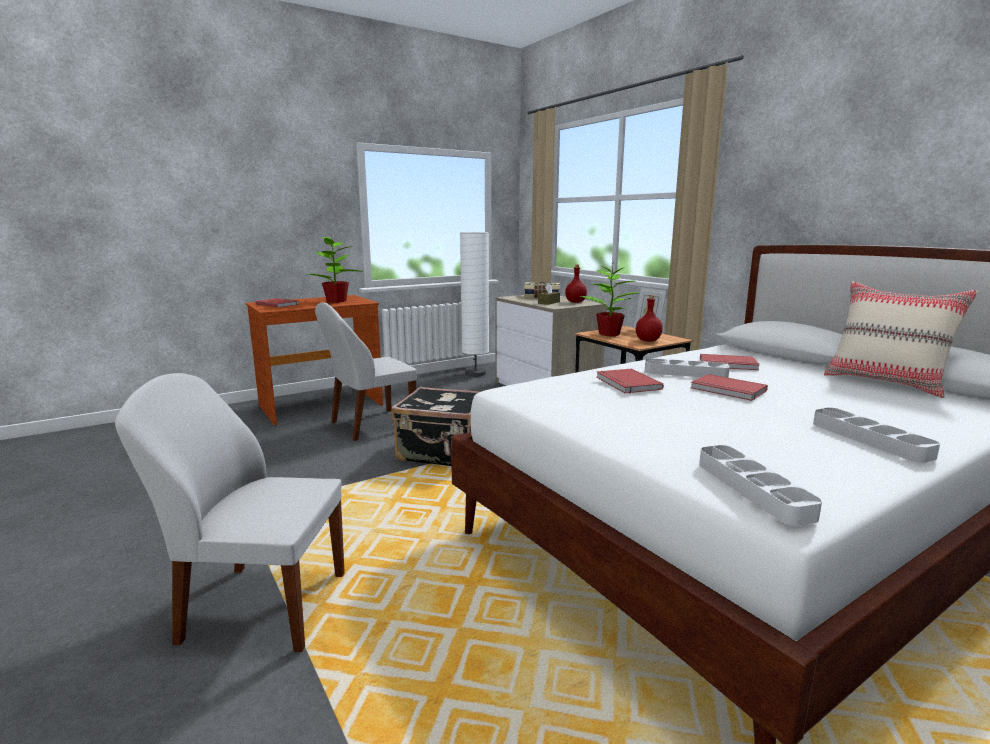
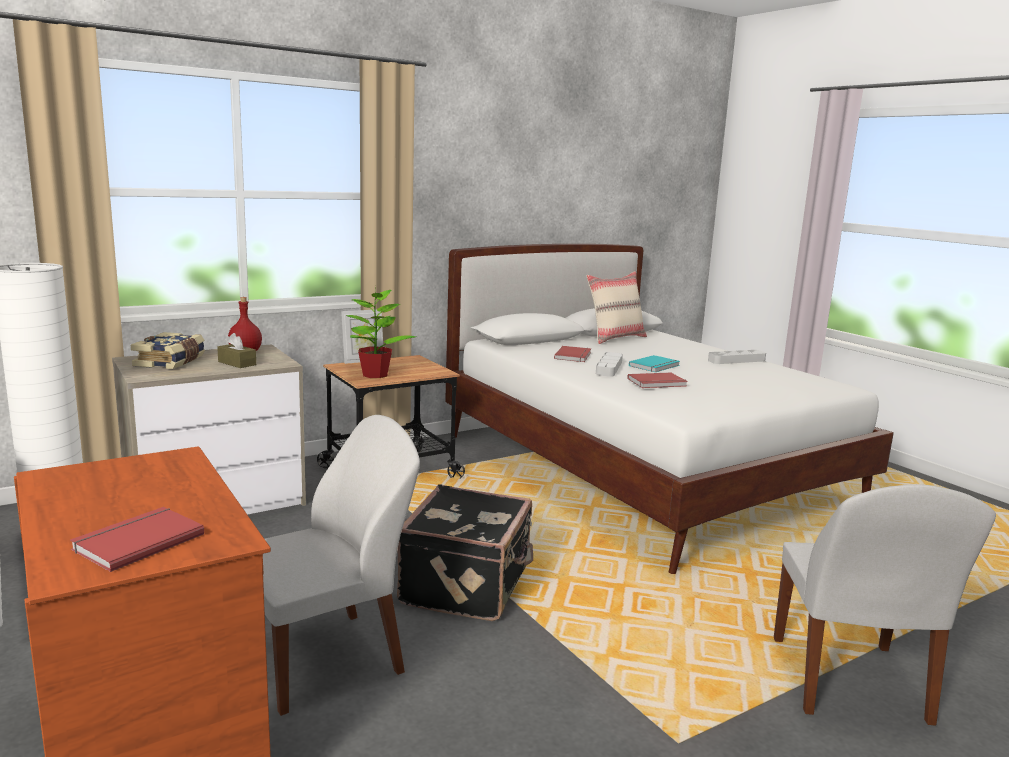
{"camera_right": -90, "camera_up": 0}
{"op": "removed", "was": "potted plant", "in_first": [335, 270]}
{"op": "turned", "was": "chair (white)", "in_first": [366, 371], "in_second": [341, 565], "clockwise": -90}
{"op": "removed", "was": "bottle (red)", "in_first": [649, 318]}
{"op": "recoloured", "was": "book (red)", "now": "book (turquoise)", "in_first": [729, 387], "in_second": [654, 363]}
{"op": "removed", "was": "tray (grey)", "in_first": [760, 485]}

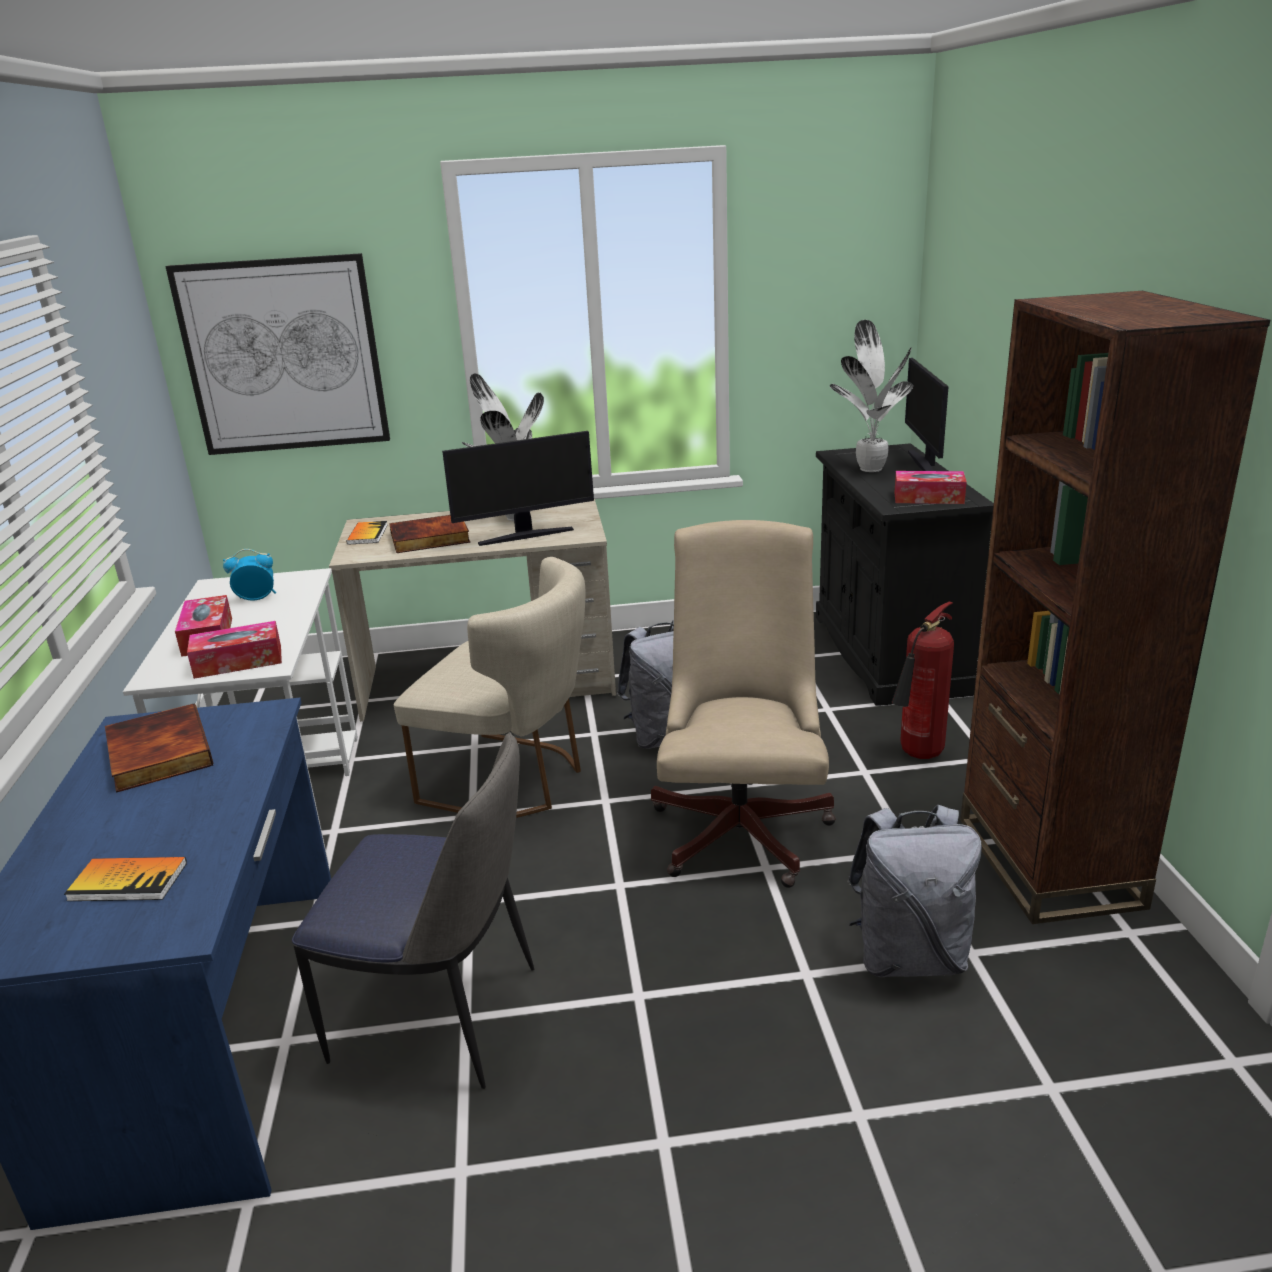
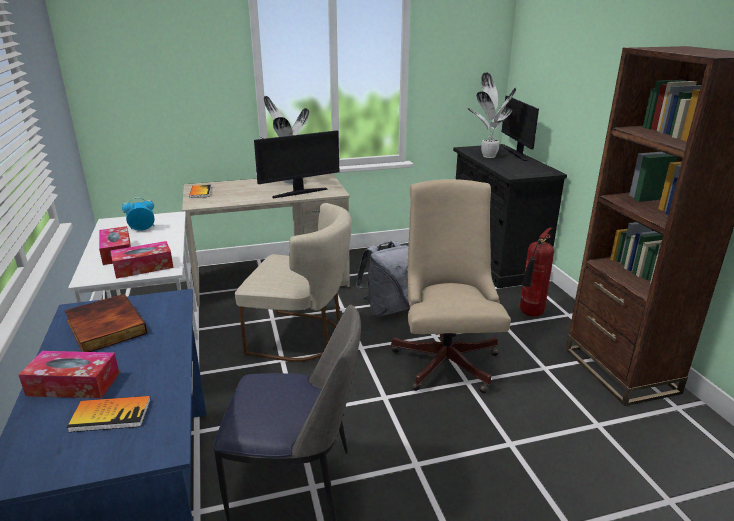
{"camera_right": -10, "camera_up": 0}
{"op": "removed", "was": "picture", "in_first": [277, 354]}
{"op": "removed", "was": "book", "in_first": [429, 534]}
{"op": "removed", "was": "backpack (grey)", "in_first": [914, 891]}
{"op": "moved", "was": "tissue box", "in_first": [931, 487], "in_second": [69, 374]}

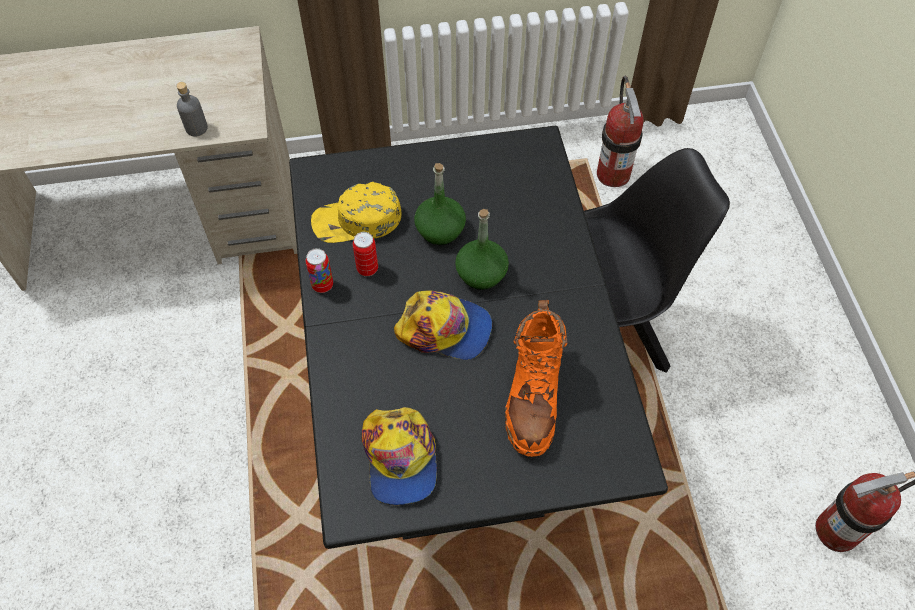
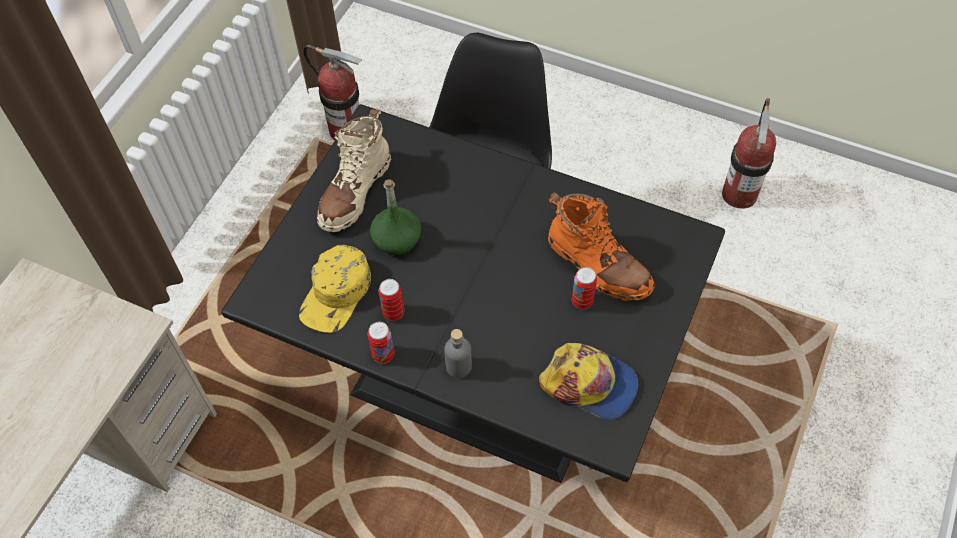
{"camera_right": -55, "camera_up": 0}
{"op": "moved", "was": "bottle (grey)", "in_first": [192, 109], "in_second": [458, 353]}
{"op": "removed", "was": "cap", "in_first": [443, 325]}
{"op": "removed", "was": "bottle (green)", "in_first": [482, 249]}
{"op": "added", "now": "boot (beige)", "in_second": [354, 170]}
{"op": "added", "now": "can", "in_second": [584, 288]}

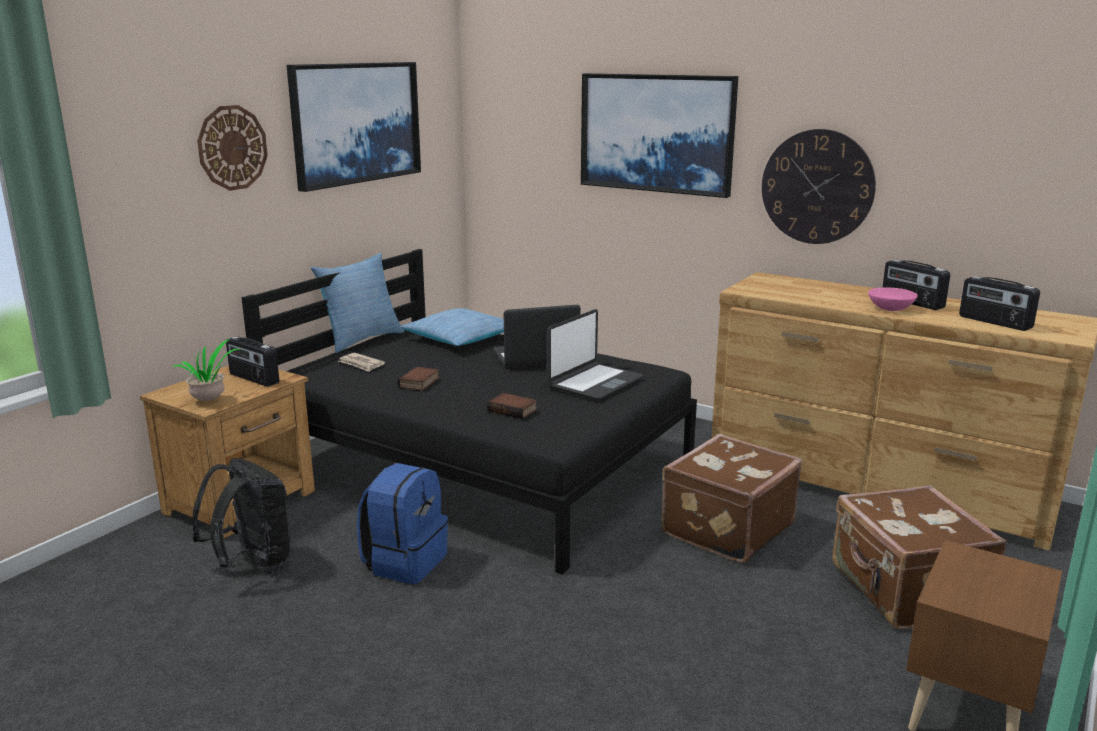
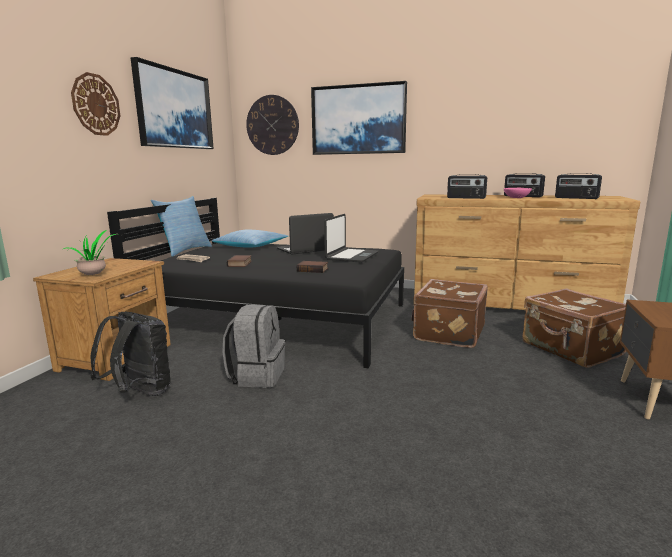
{"camera_right": -15, "camera_up": -5}
{"op": "moved", "was": "radio", "in_first": [252, 361], "in_second": [467, 186]}
{"op": "recoloured", "was": "backpack (blue)", "now": "backpack (grey)", "in_first": [402, 523], "in_second": [253, 346]}
{"op": "moved", "was": "wall clock", "in_first": [819, 186], "in_second": [272, 125]}

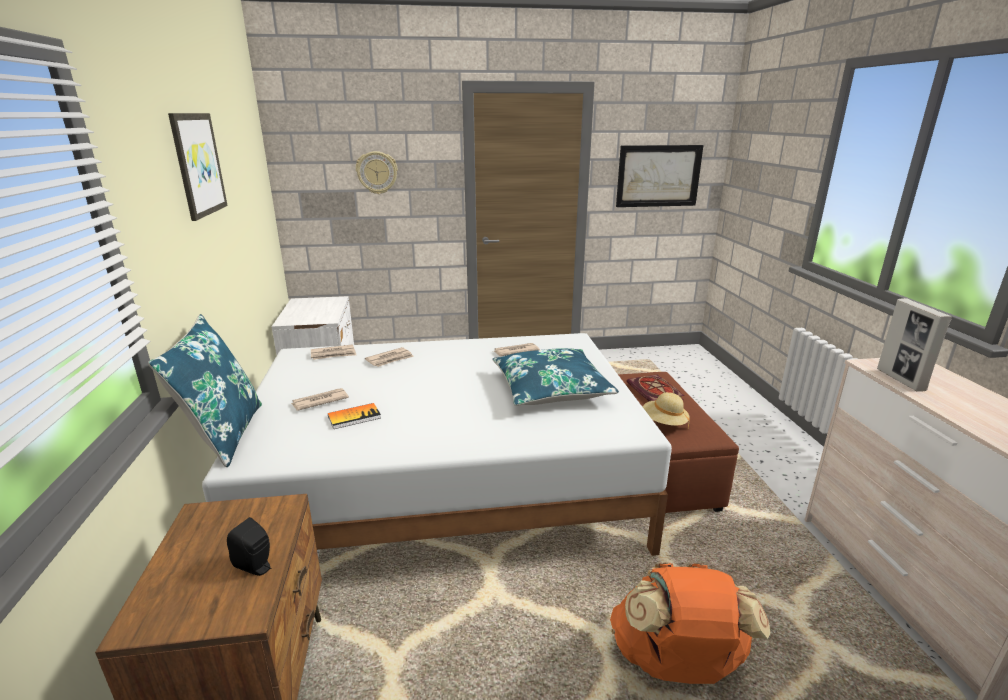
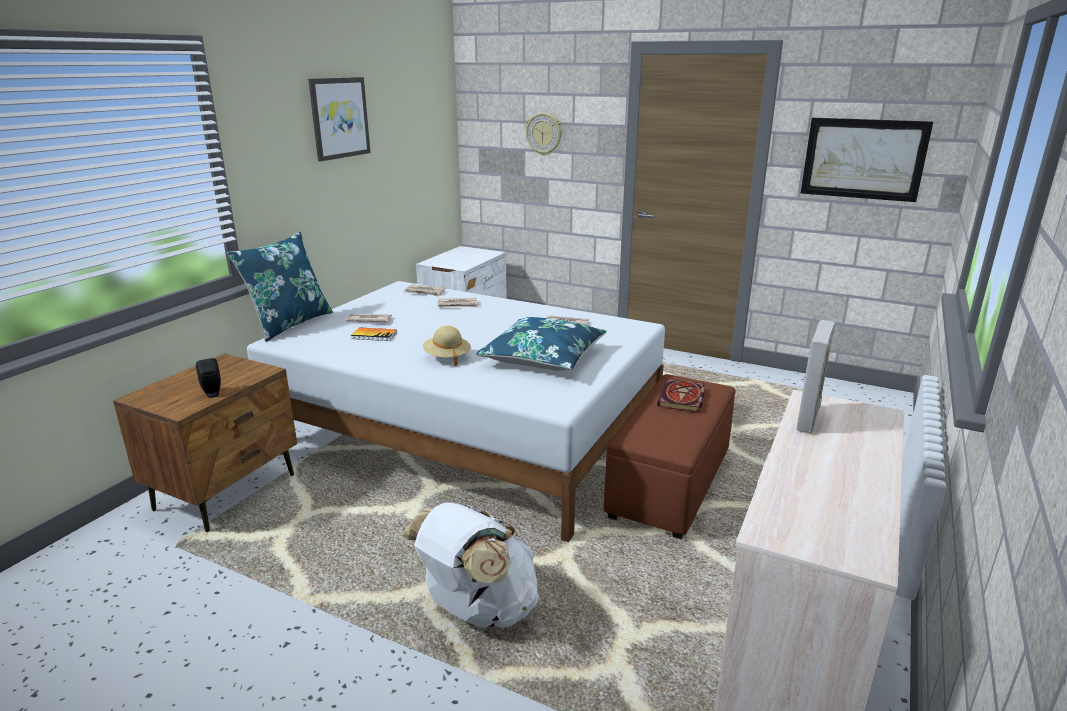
{"camera_right": 35, "camera_up": 0}
{"op": "recoloured", "was": "backpack (orange)", "now": "backpack (white)", "in_first": [690, 623], "in_second": [470, 565]}
{"op": "moved", "was": "hat (beige)", "in_first": [666, 410], "in_second": [447, 346]}

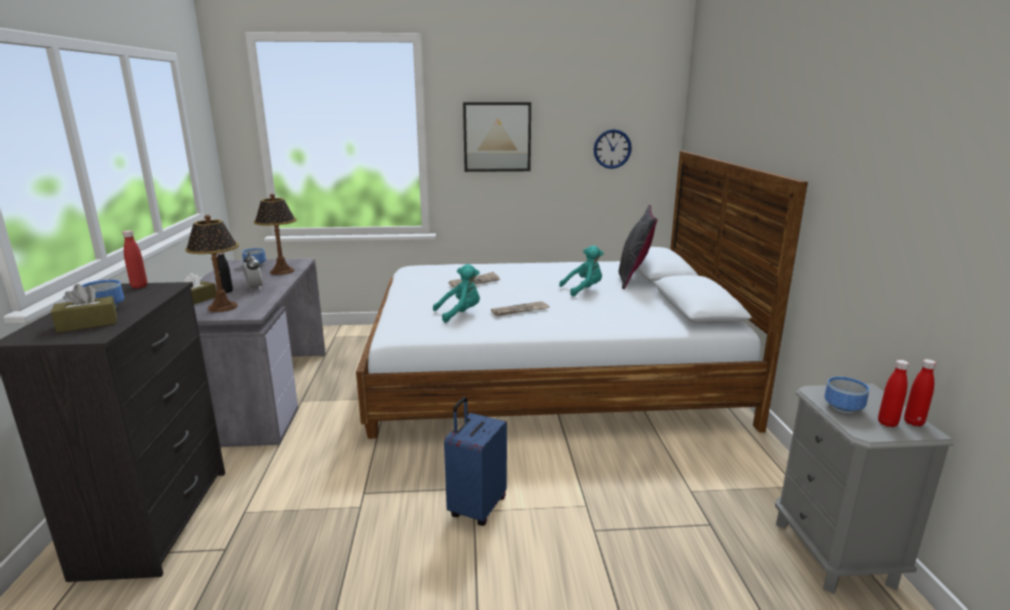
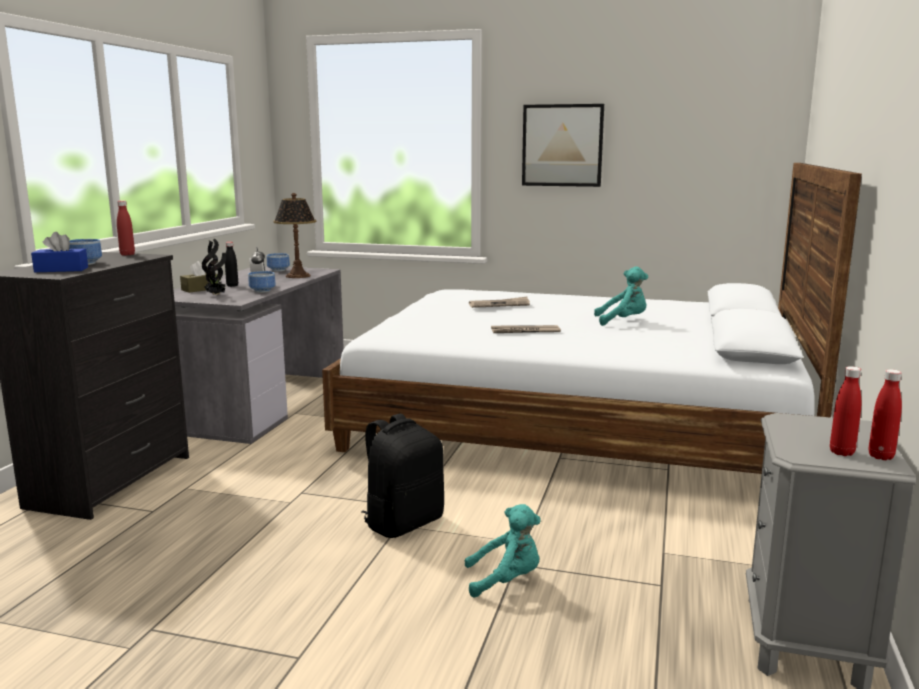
{"camera_right": 20, "camera_up": -5}
{"op": "recoloured", "was": "tissue box (brown)", "now": "tissue box (blue)", "in_first": [84, 308], "in_second": [59, 252]}
{"op": "replaced", "was": "table lamp", "now": "potted plant", "in_first": [212, 263], "in_second": [214, 267]}
{"op": "moved", "was": "plush toy (turquoise)", "in_first": [456, 293], "in_second": [503, 551]}
{"op": "replaced", "was": "suitcase (blue)", "now": "backpack (black)", "in_first": [475, 461], "in_second": [402, 475]}
{"op": "removed", "was": "wall clock", "in_first": [613, 149]}
{"op": "removed", "was": "pillow (grey)", "in_first": [638, 247]}
{"op": "moved", "was": "bowl", "in_first": [846, 395], "in_second": [262, 282]}

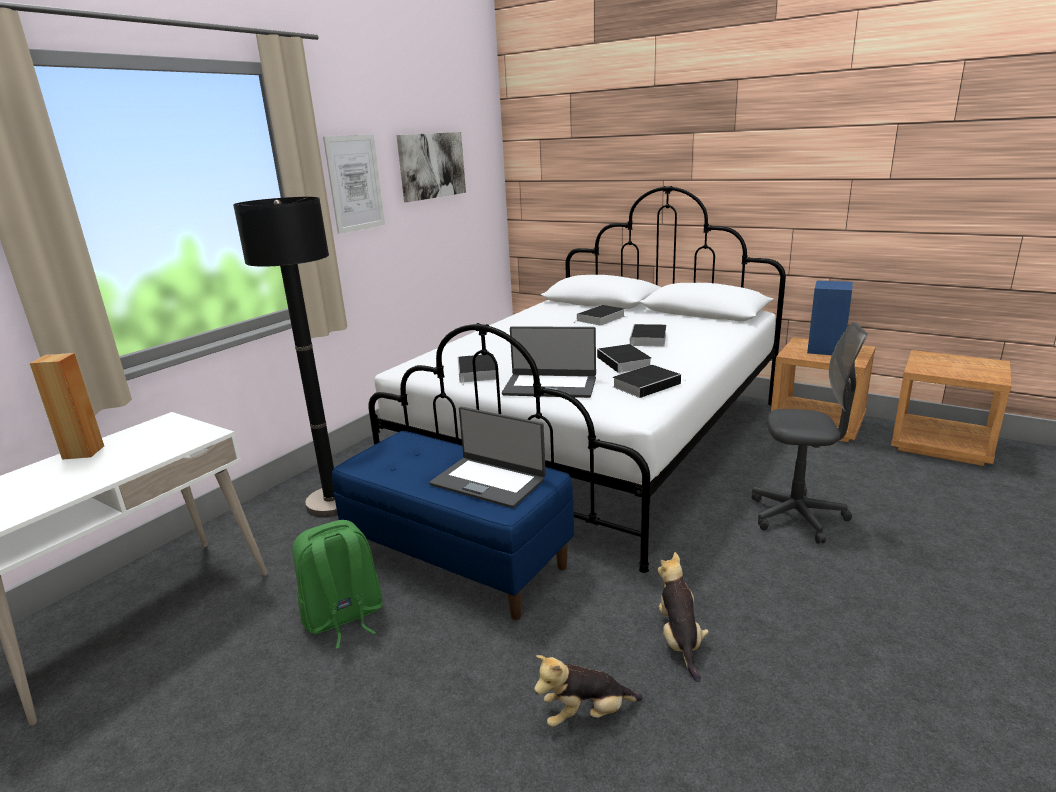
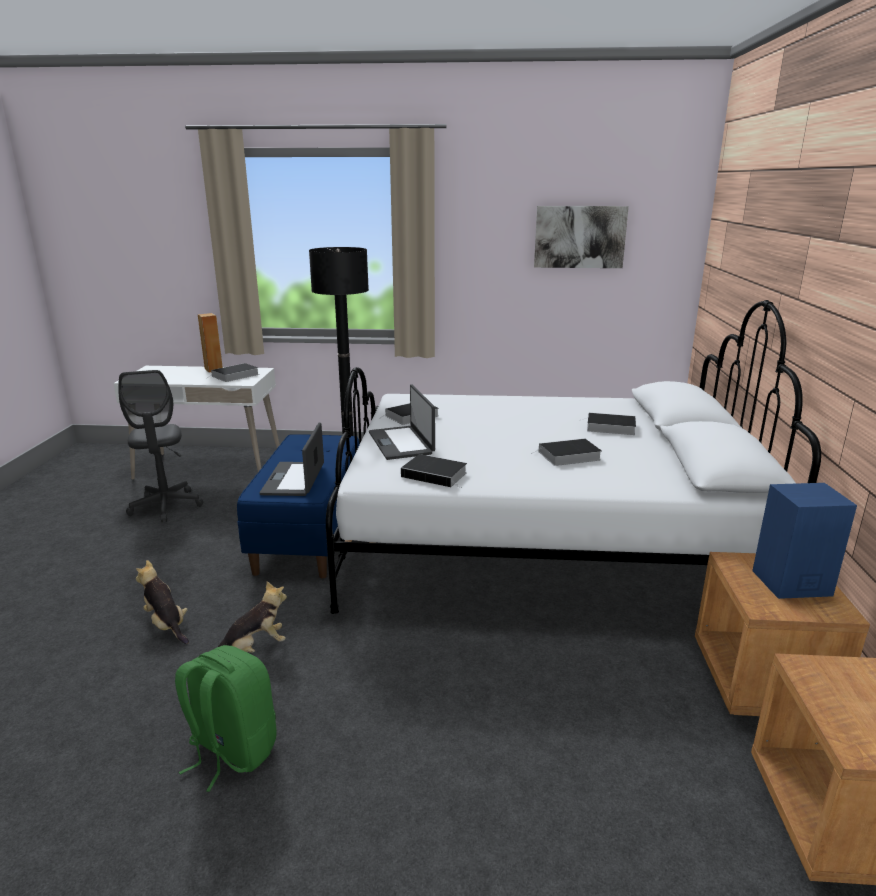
{"camera_right": 60, "camera_up": 0}
{"op": "moved", "was": "backpack (green)", "in_first": [337, 584], "in_second": [226, 718]}
{"op": "removed", "was": "picture", "in_first": [354, 184]}
{"op": "moved", "was": "book", "in_first": [624, 359], "in_second": [232, 372]}
{"op": "moved", "was": "office chair (grey)", "in_first": [809, 433], "in_second": [160, 446]}

